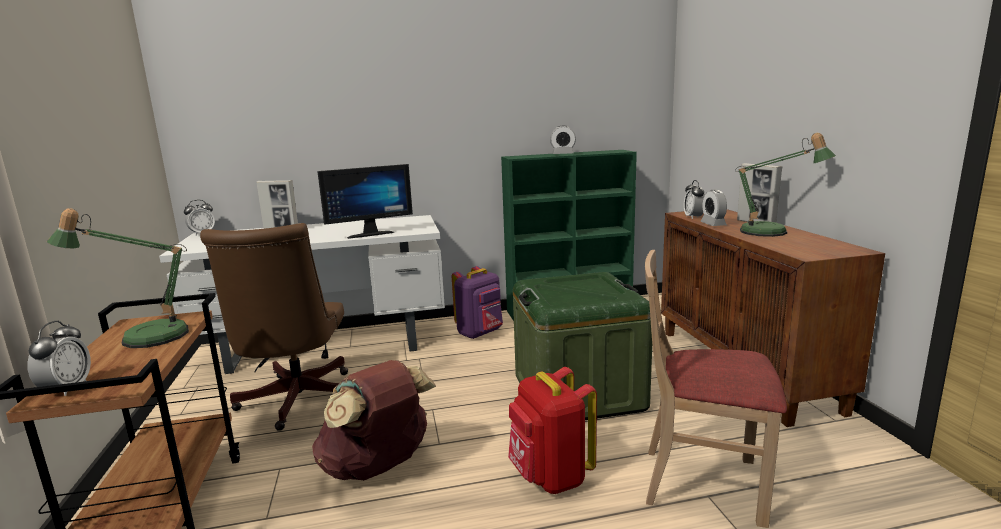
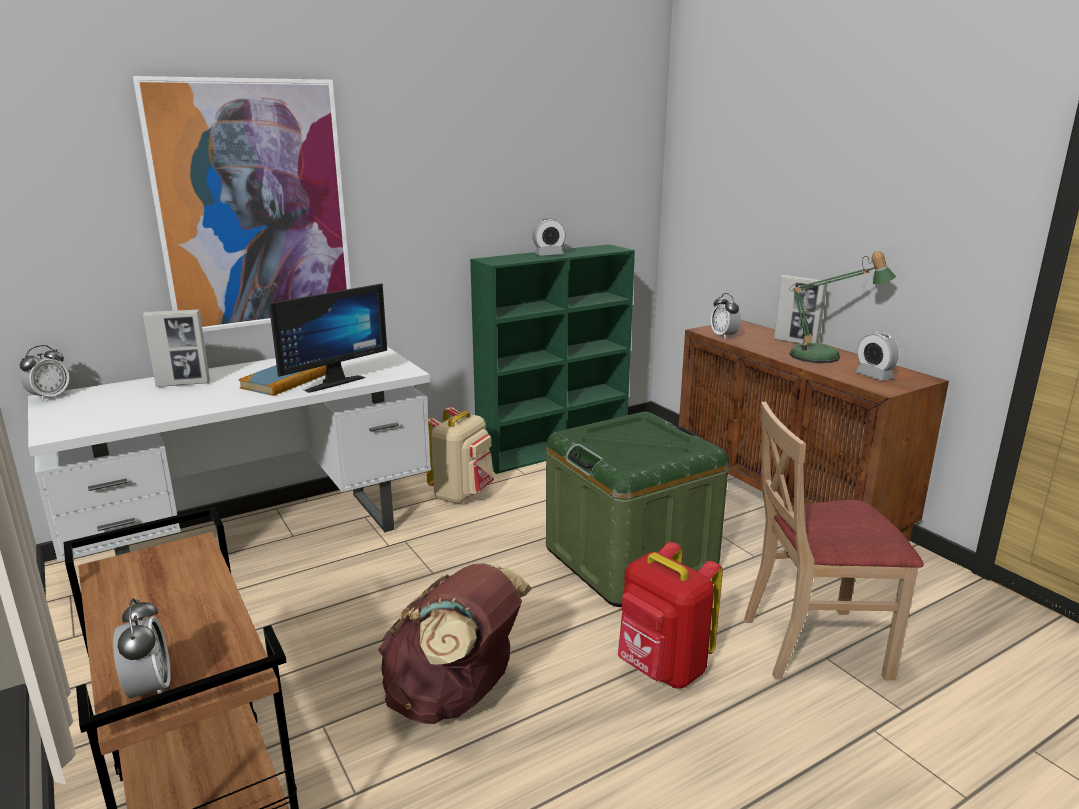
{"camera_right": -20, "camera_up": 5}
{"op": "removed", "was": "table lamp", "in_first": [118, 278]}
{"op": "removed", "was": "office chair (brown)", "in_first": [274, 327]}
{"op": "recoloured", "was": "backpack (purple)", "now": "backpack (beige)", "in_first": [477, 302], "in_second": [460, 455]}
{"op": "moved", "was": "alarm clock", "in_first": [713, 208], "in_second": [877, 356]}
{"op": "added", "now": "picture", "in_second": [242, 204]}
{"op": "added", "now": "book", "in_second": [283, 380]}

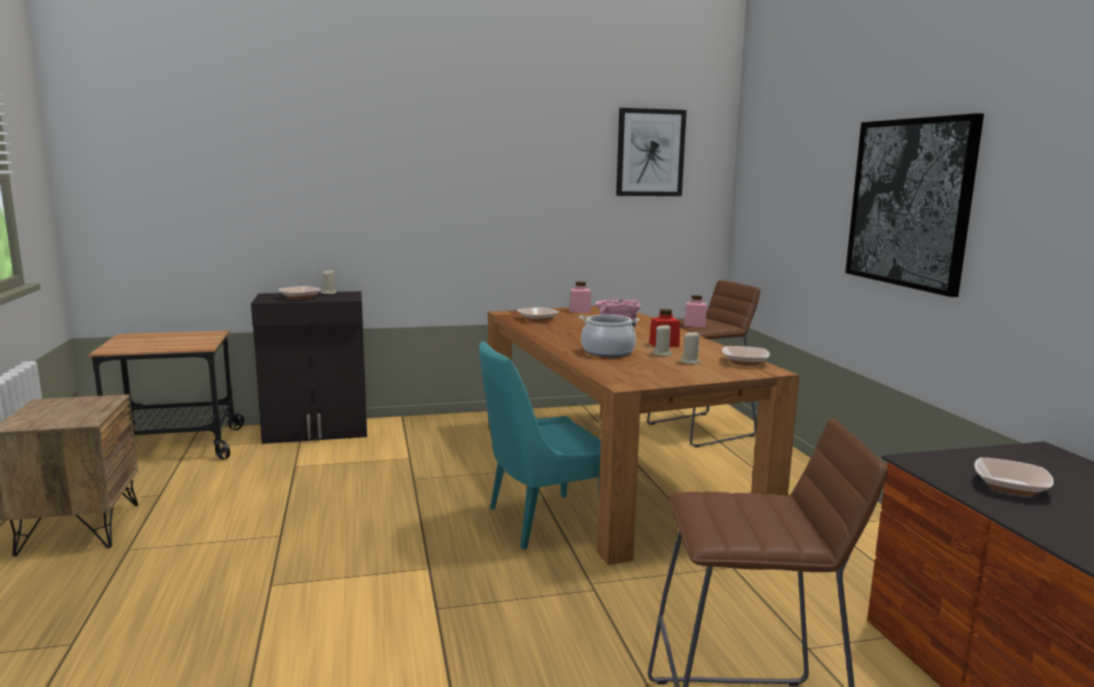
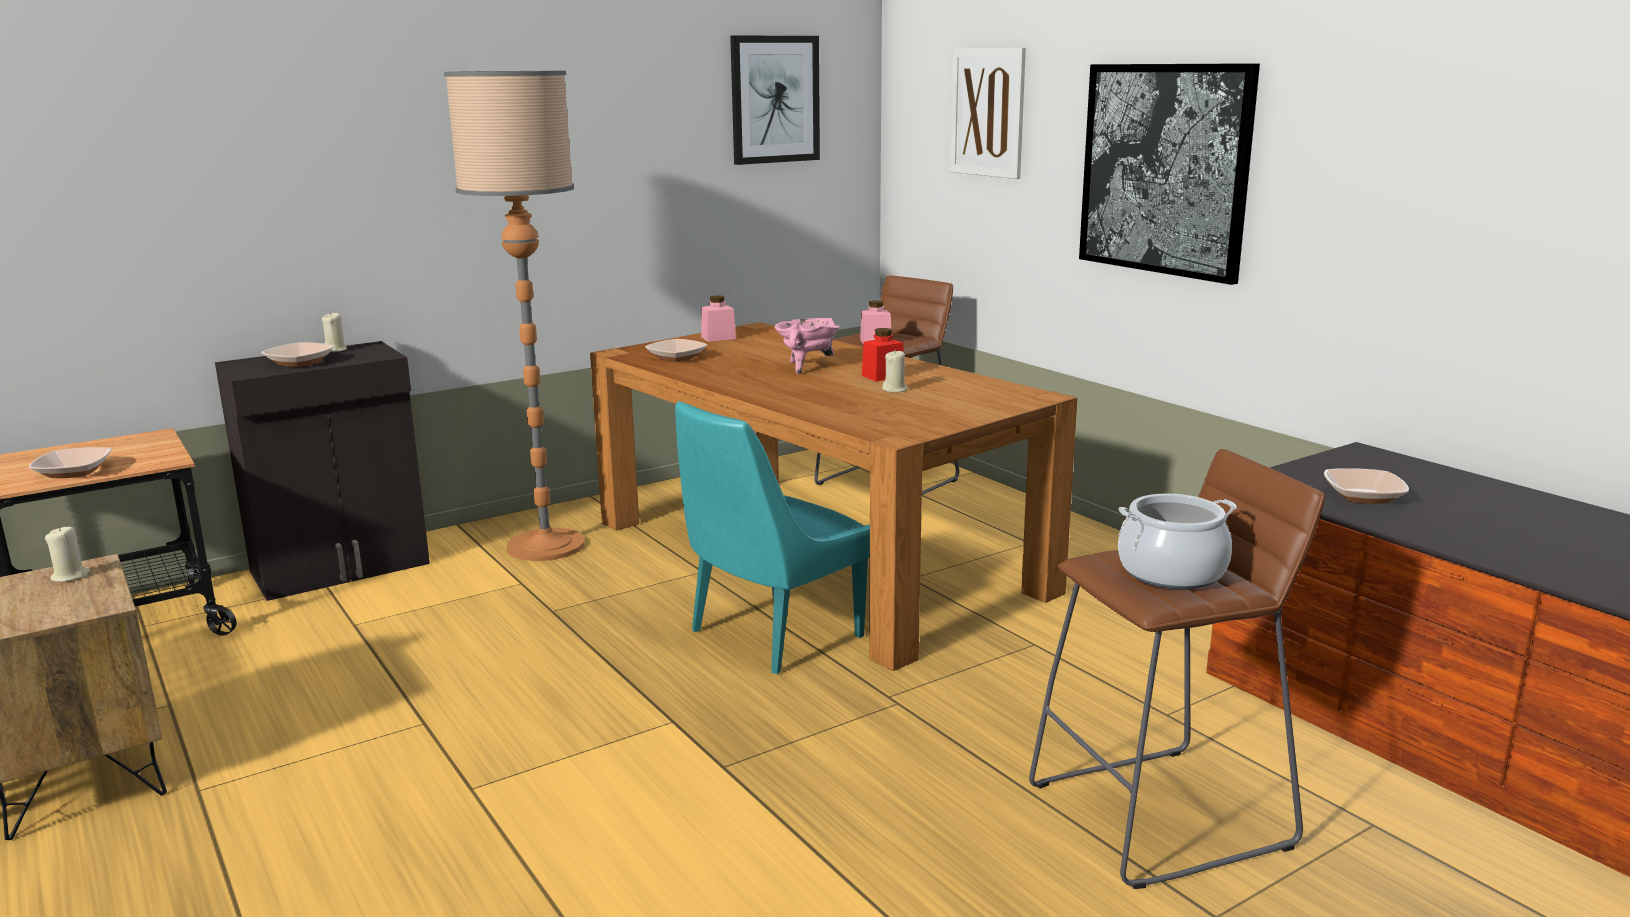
{"camera_right": -20, "camera_up": 5}
{"op": "moved", "was": "cooking pot", "in_first": [609, 336], "in_second": [1177, 541]}
{"op": "moved", "was": "candle (beige)", "in_first": [691, 347], "in_second": [67, 554]}
{"op": "moved", "was": "bowl", "in_first": [746, 356], "in_second": [70, 462]}
{"op": "added", "now": "floor lamp", "in_second": [514, 316]}
{"op": "added", "now": "picture", "in_second": [988, 113]}

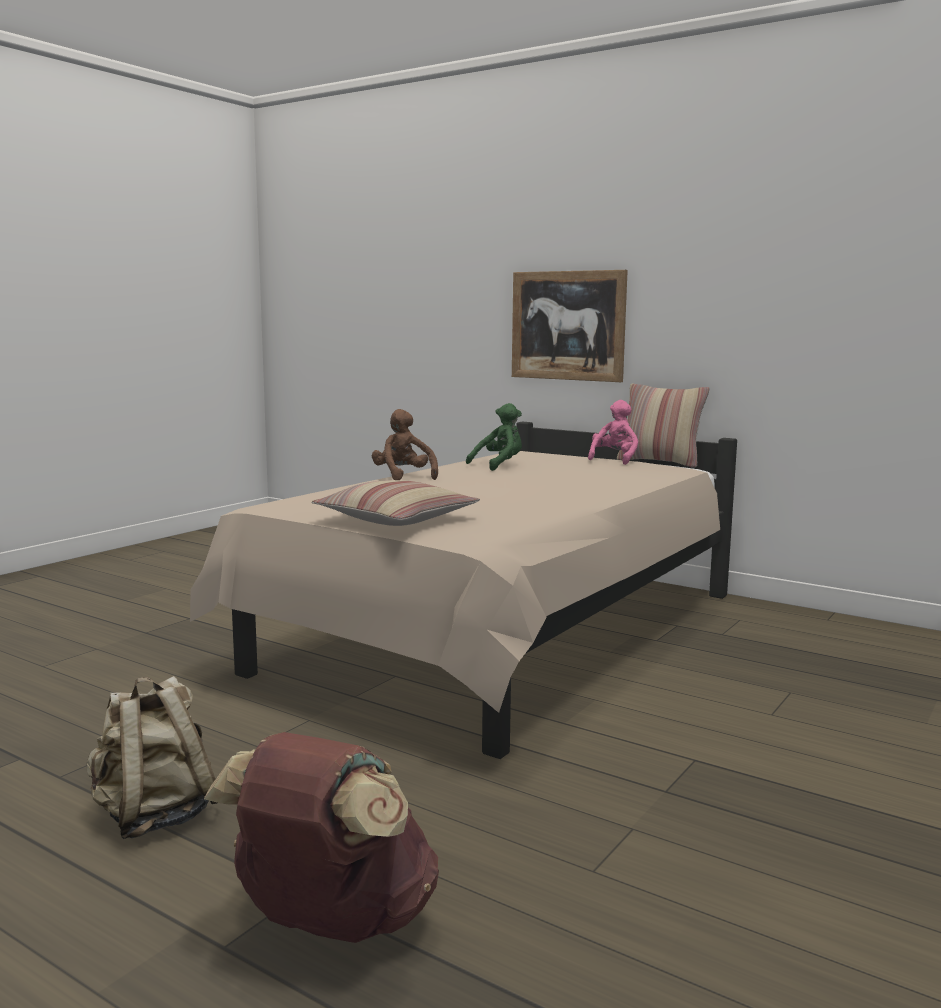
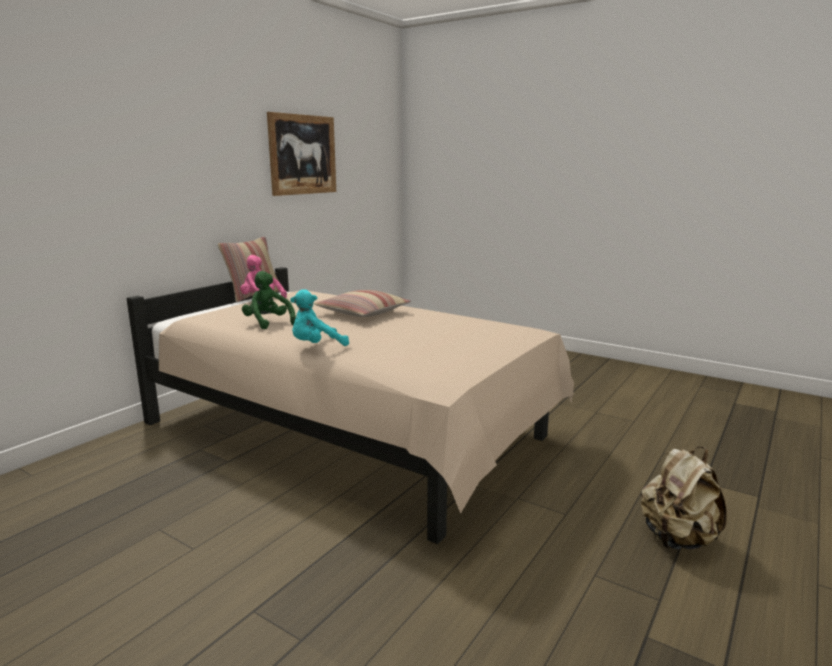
{"camera_right": -90, "camera_up": 5}
{"op": "removed", "was": "backpack (brown)", "in_first": [321, 837]}
{"op": "moved", "was": "pillow", "in_first": [395, 503], "in_second": [362, 303]}
{"op": "recoloured", "was": "plush toy (brown)", "now": "plush toy (turquoise)", "in_first": [405, 444], "in_second": [319, 317]}
{"op": "moved", "was": "picture", "in_first": [570, 326], "in_second": [301, 154]}

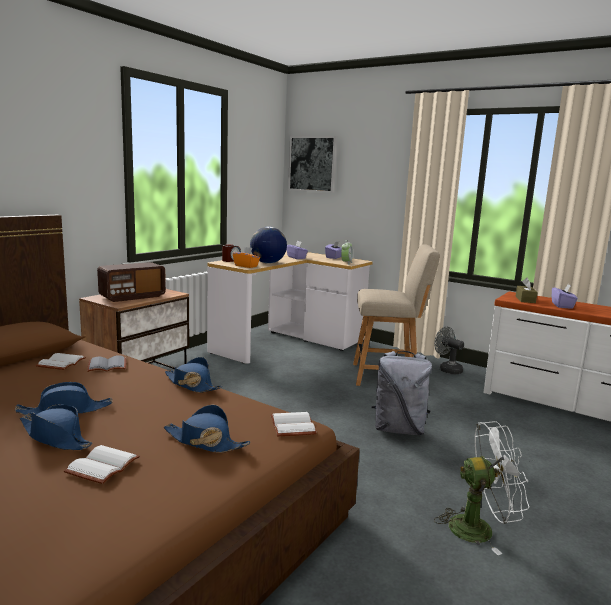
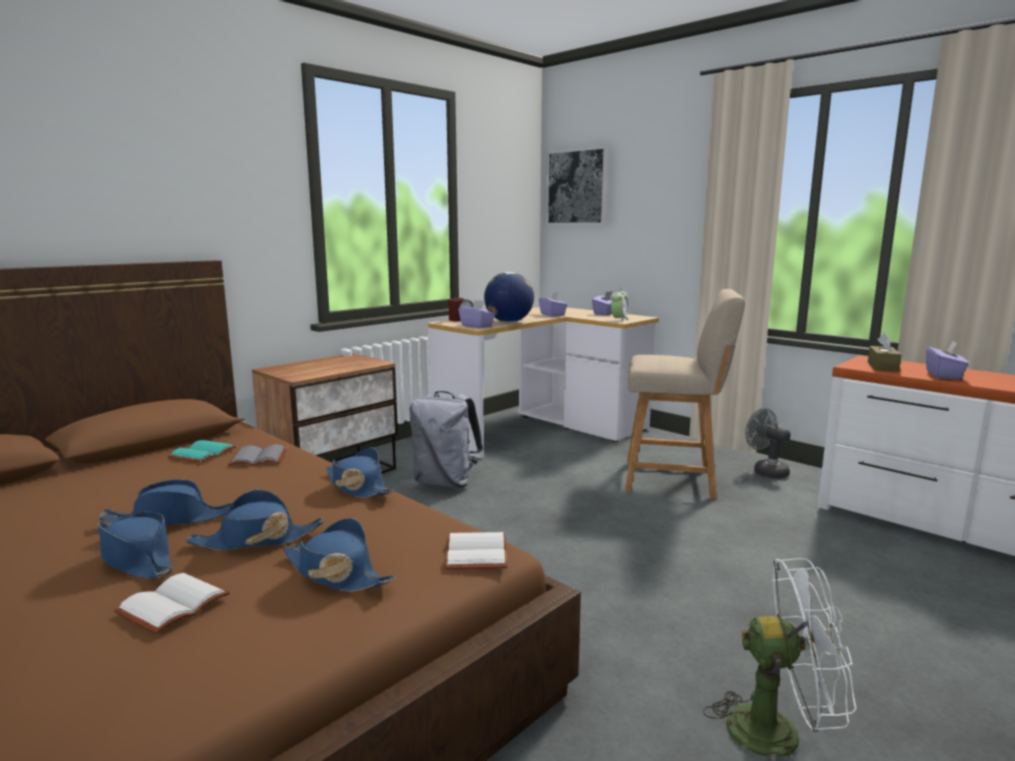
{"camera_right": 10, "camera_up": 0}
{"op": "recoloured", "was": "book (white)", "now": "book (turquoise)", "in_first": [61, 361], "in_second": [202, 451]}
{"op": "removed", "was": "radio", "in_first": [131, 282]}
{"op": "recoloured", "was": "tissue box (orange)", "now": "tissue box (purple)", "in_first": [246, 257], "in_second": [476, 314]}
{"op": "moved", "was": "backpack (grey)", "in_first": [401, 393], "in_second": [446, 439]}
{"op": "added", "now": "hat (blue)", "in_second": [255, 520]}

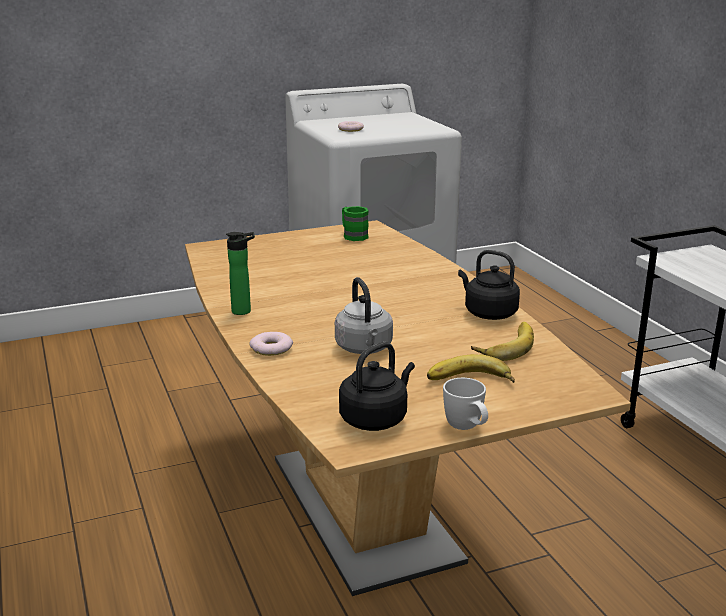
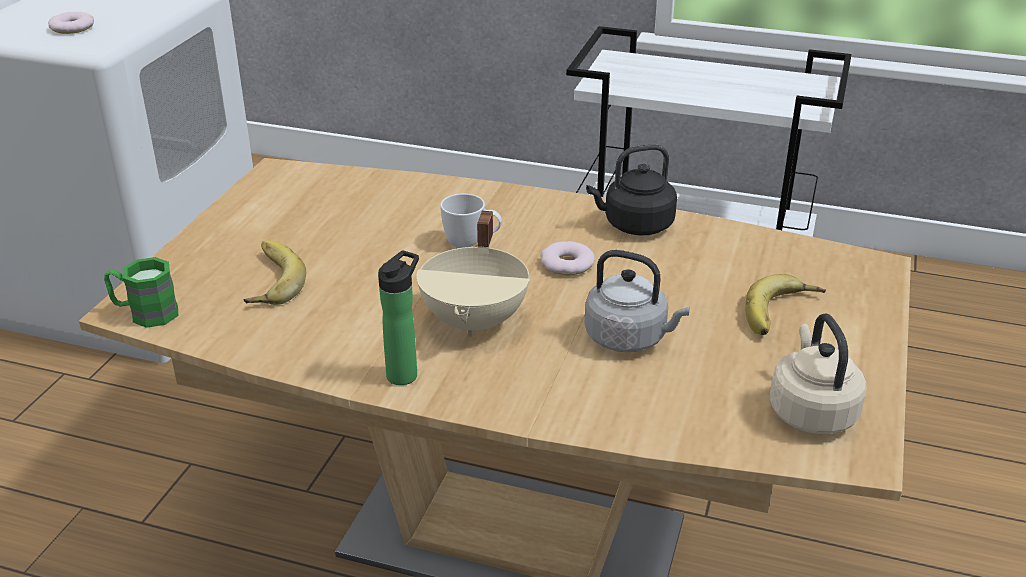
{"camera_right": -50, "camera_up": 10}
{"op": "moved", "was": "donut", "in_first": [271, 344], "in_second": [567, 258]}
{"op": "recoloured", "was": "kettle (black)", "now": "kettle (beige)", "in_first": [377, 386], "in_second": [818, 374]}
{"op": "moved", "was": "mug (green)", "in_first": [355, 223], "in_second": [141, 292]}
{"op": "moved", "was": "mug (white)", "in_first": [465, 404], "in_second": [471, 221]}
{"op": "moved", "was": "banana", "in_first": [502, 341], "in_second": [274, 272]}
{"op": "added", "now": "cooking pot (beige)", "in_second": [473, 274]}

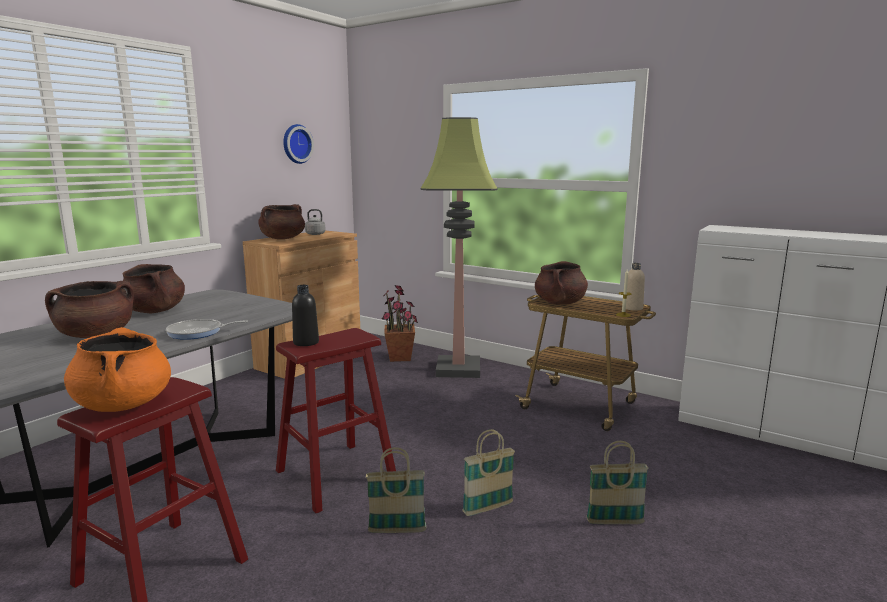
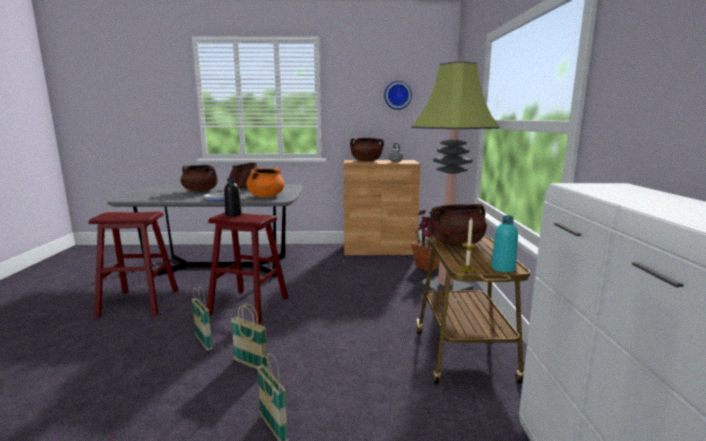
{"camera_right": 55, "camera_up": 0}
{"op": "moved", "was": "cooking pot (orange)", "in_first": [117, 369], "in_second": [265, 182]}
{"op": "recoloured", "was": "bottle (beige)", "now": "bottle (turquoise)", "in_first": [635, 287], "in_second": [504, 243]}

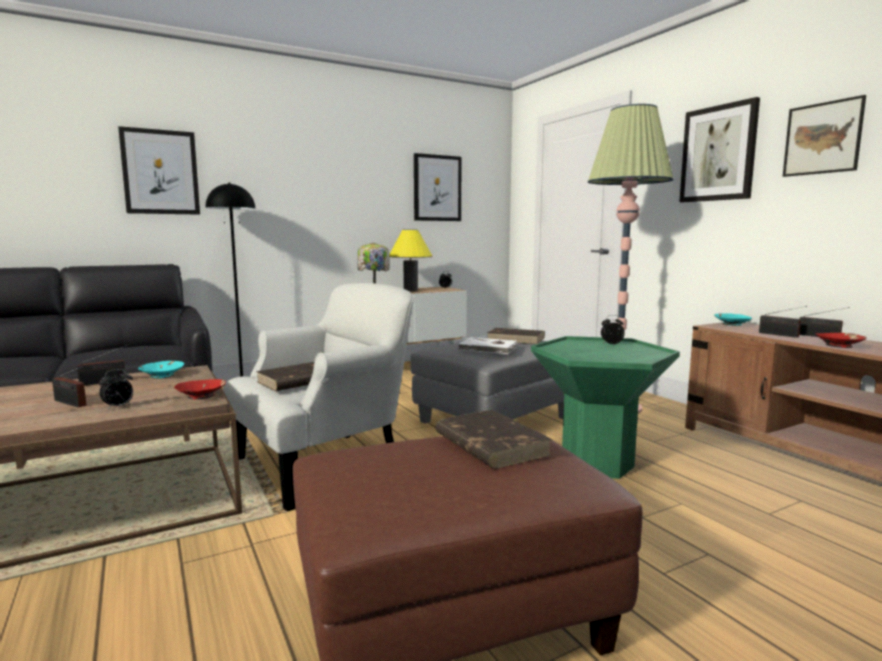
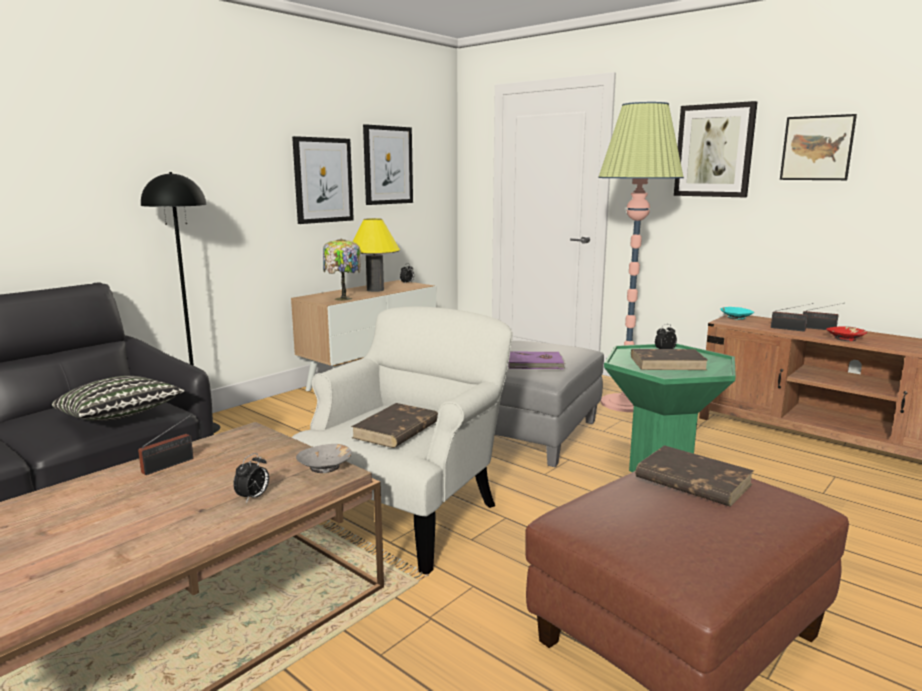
{"camera_right": -20, "camera_up": 5}
{"op": "removed", "was": "radio", "in_first": [69, 386]}
{"op": "moved", "was": "picture", "in_first": [159, 170], "in_second": [323, 180]}
{"op": "removed", "was": "bowl (turquoise)", "in_first": [161, 370]}
{"op": "recoloured", "was": "bowl (red)", "now": "bowl (grey)", "in_first": [200, 389], "in_second": [324, 458]}
{"op": "recoloured", "was": "book (white)", "now": "book (purple)", "in_first": [488, 345], "in_second": [537, 360]}
{"op": "moved", "was": "book (brown)", "in_first": [516, 336], "in_second": [669, 359]}
{"op": "added", "now": "pillow", "in_second": [118, 398]}

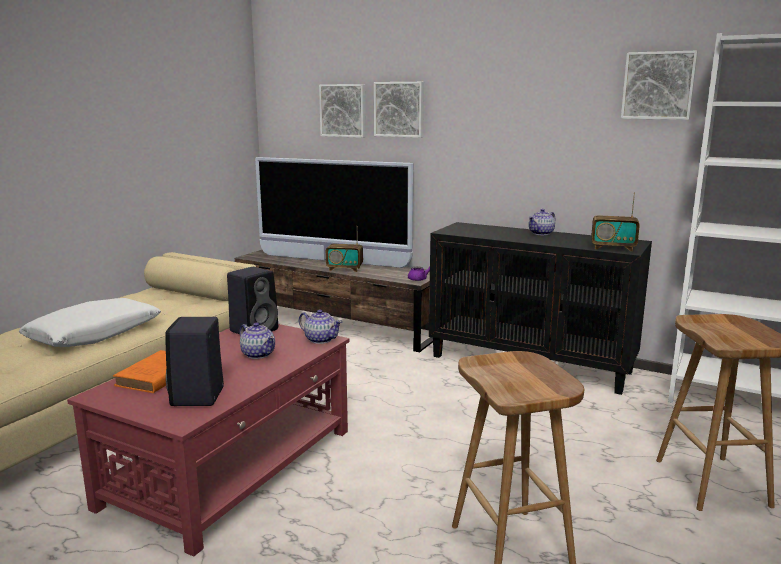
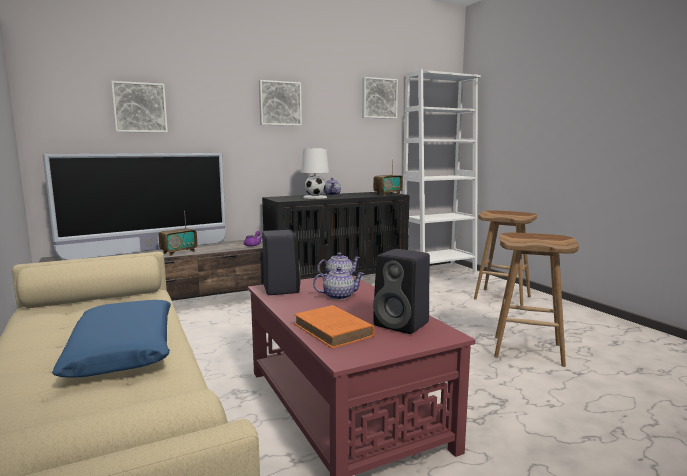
{"camera_right": -55, "camera_up": -5}
{"op": "recoloured", "was": "pillow (white)", "now": "pillow (blue)", "in_first": [90, 322], "in_second": [111, 339]}
{"op": "moved", "was": "picture", "in_first": [399, 110], "in_second": [280, 103]}
{"op": "added", "now": "table lamp (white)", "in_second": [315, 173]}

